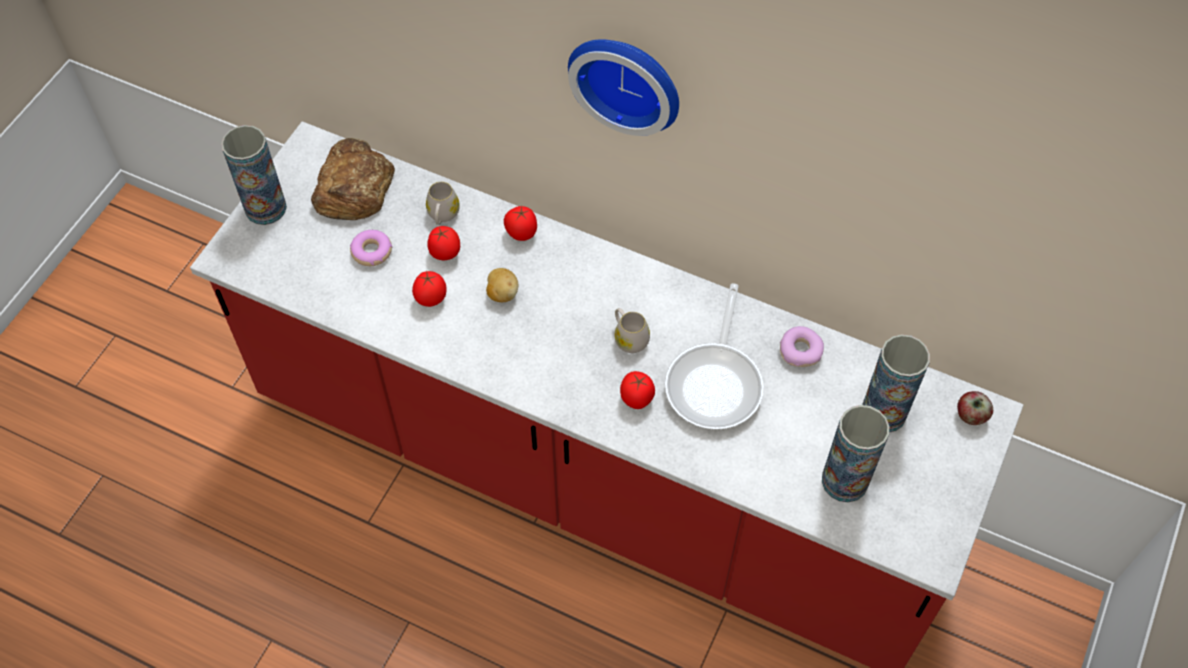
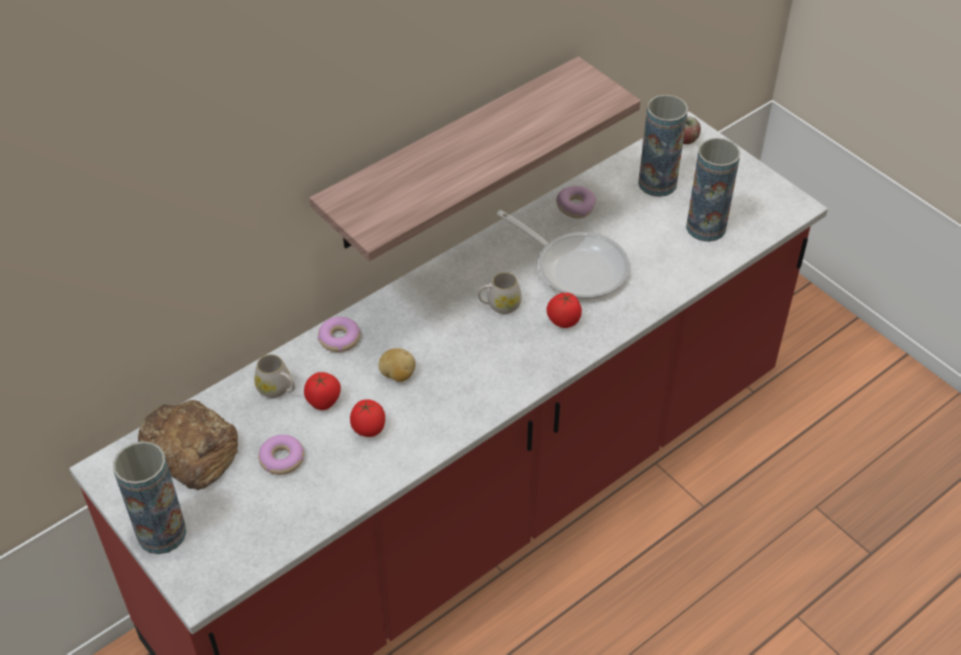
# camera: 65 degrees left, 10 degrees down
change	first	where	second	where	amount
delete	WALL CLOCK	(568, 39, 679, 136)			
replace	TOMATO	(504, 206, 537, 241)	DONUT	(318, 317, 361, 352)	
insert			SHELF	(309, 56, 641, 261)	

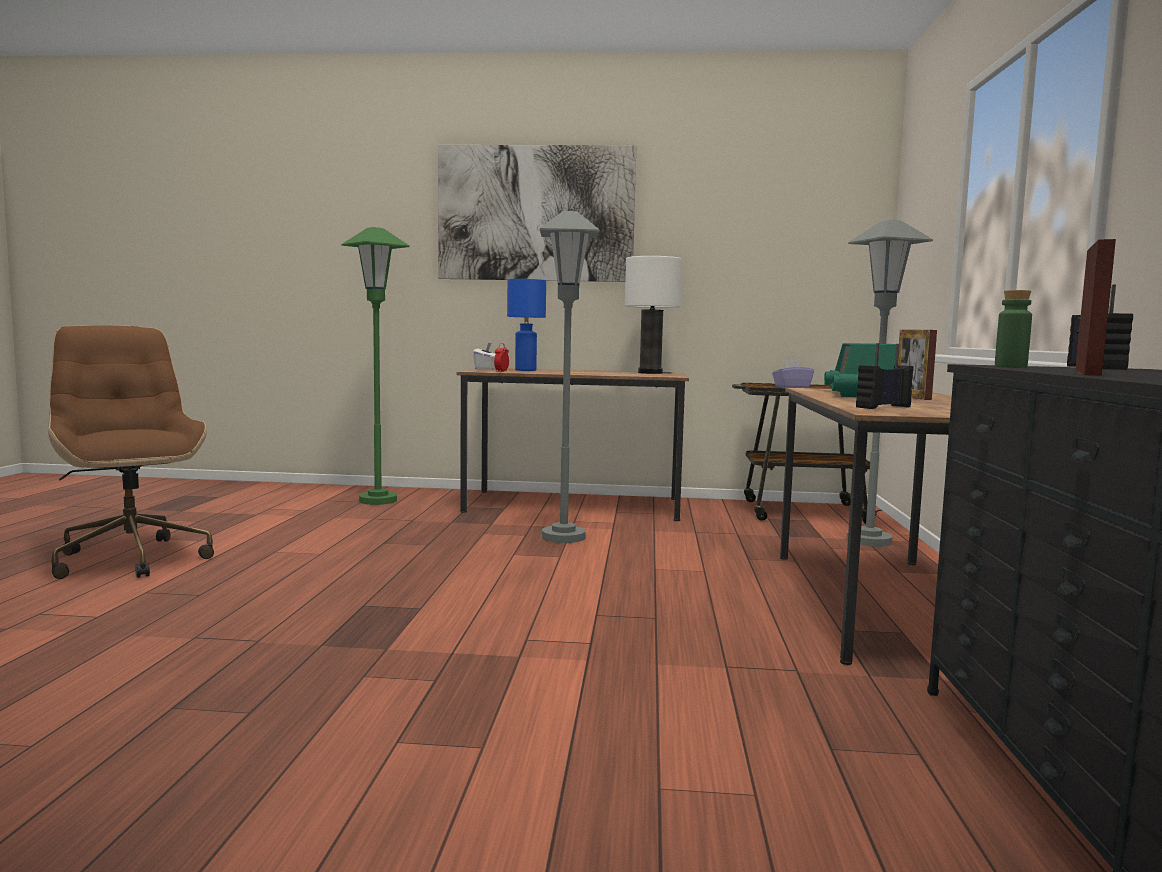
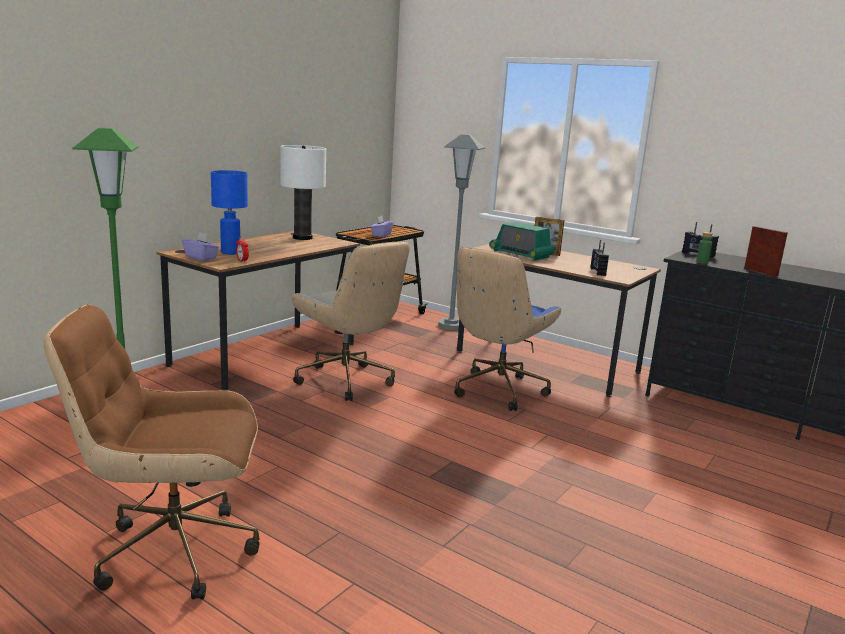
# camera: 60 degrees left, 10 degrees up
change	first	where	second	where	amount
delete	PICTURE	(438, 145, 636, 282)			
replace	GREY FLOOR LAMP	(540, 211, 599, 543)	GREY OFFICE CHAIR	(291, 241, 409, 401)	
recolor	WHITE TISSUE BOX	(473, 343, 495, 370)	PURPLE TISSUE BOX	(182, 232, 219, 261)	
insert			BLUE OFFICE CHAIR	(454, 247, 561, 411)	

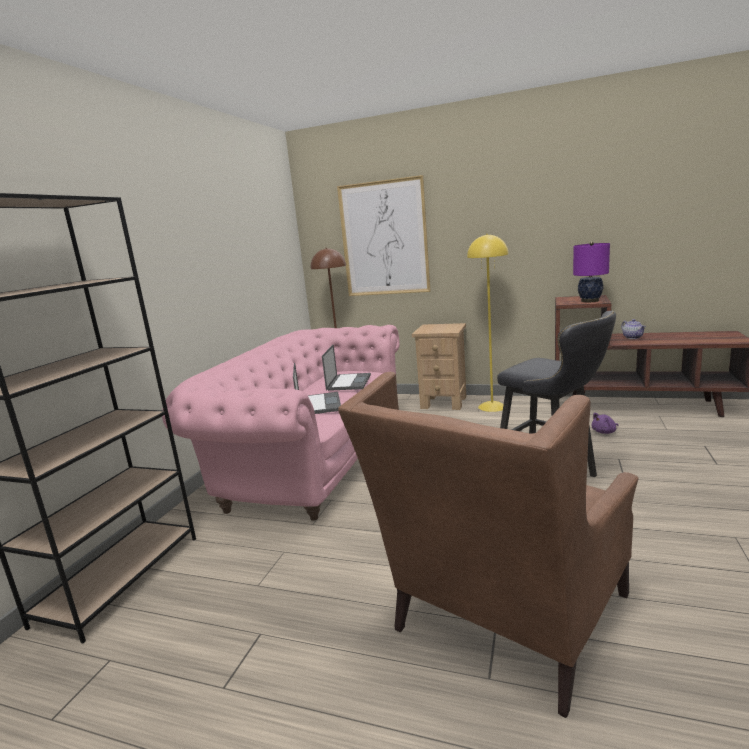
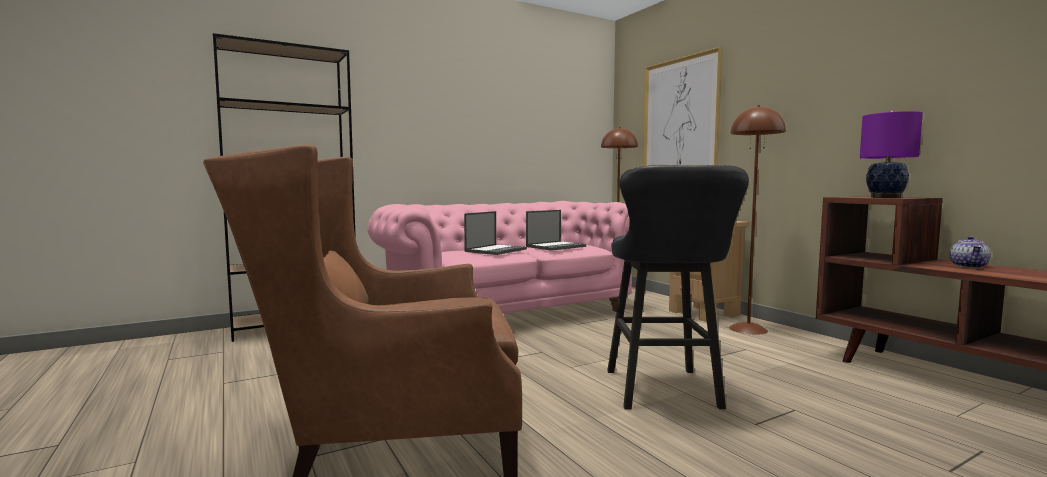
# camera: 40 degrees right, 10 degrees down
change	first	where	second	where	amount
recolor	YELLOW FLOOR LAMP	(467, 234, 509, 412)	BROWN FLOOR LAMP	(729, 105, 786, 335)	
delete	PURPLE PLUSH TOY	(592, 413, 618, 434)			

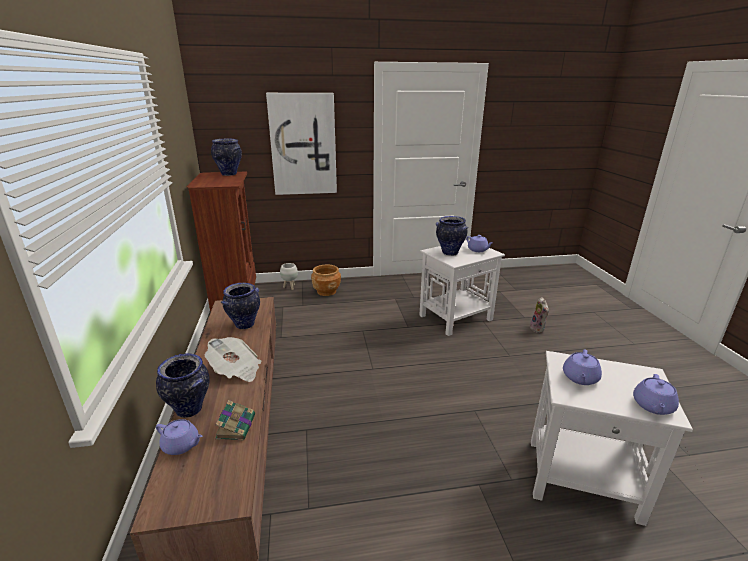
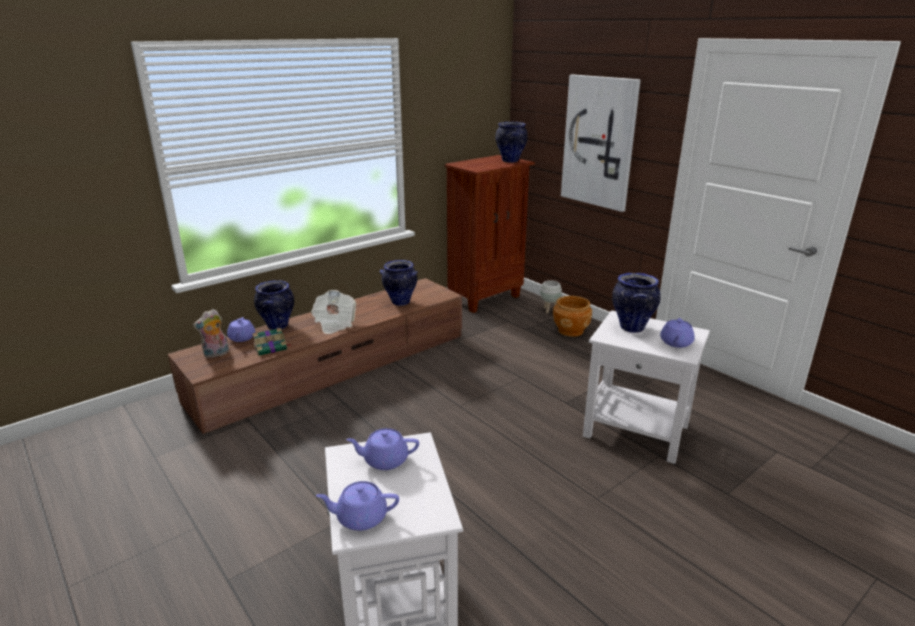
# camera: 60 degrees right, 0 degrees up
change	first	where	second	where	amount
move	PLUSH TOY	(530, 297, 549, 333)		(193, 309, 229, 358)	

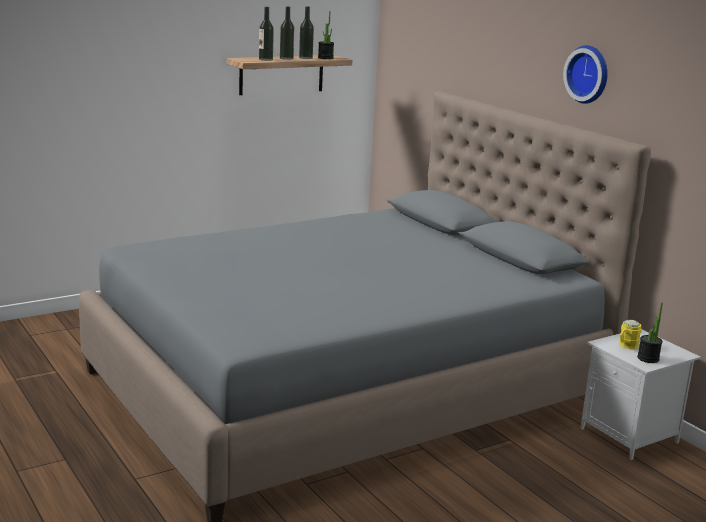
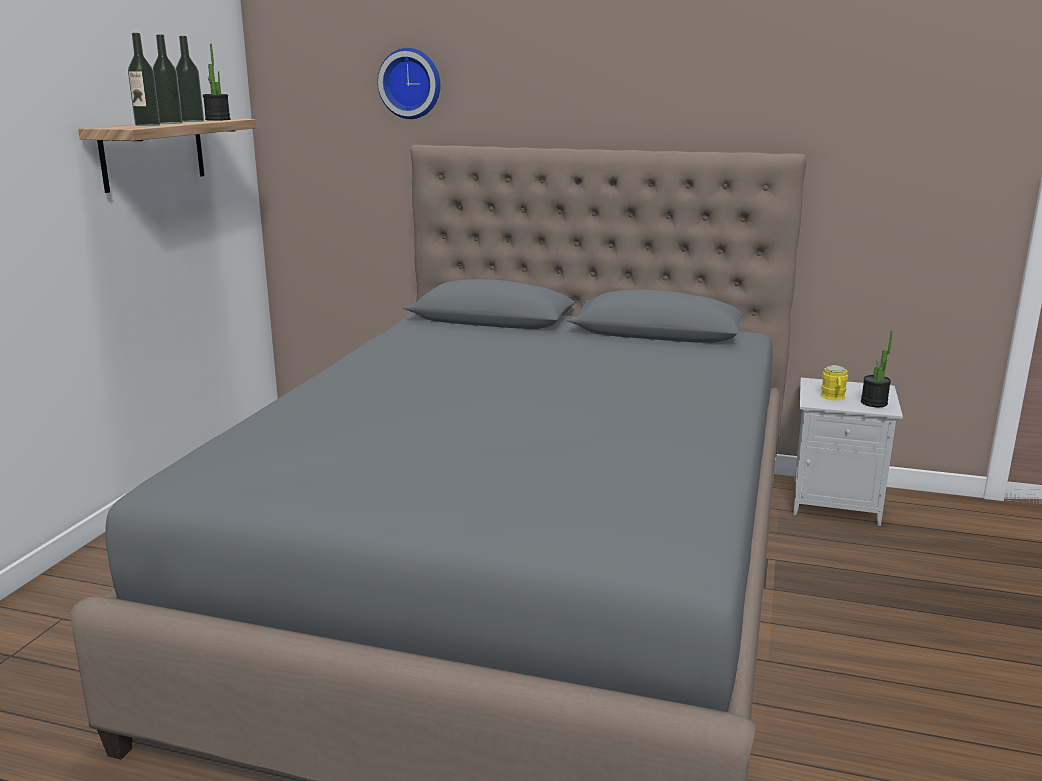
# camera: 40 degrees left, 0 degrees up
change	first	where	second	where	amount
move	WALL CLOCK	(563, 45, 608, 104)		(378, 48, 441, 119)	

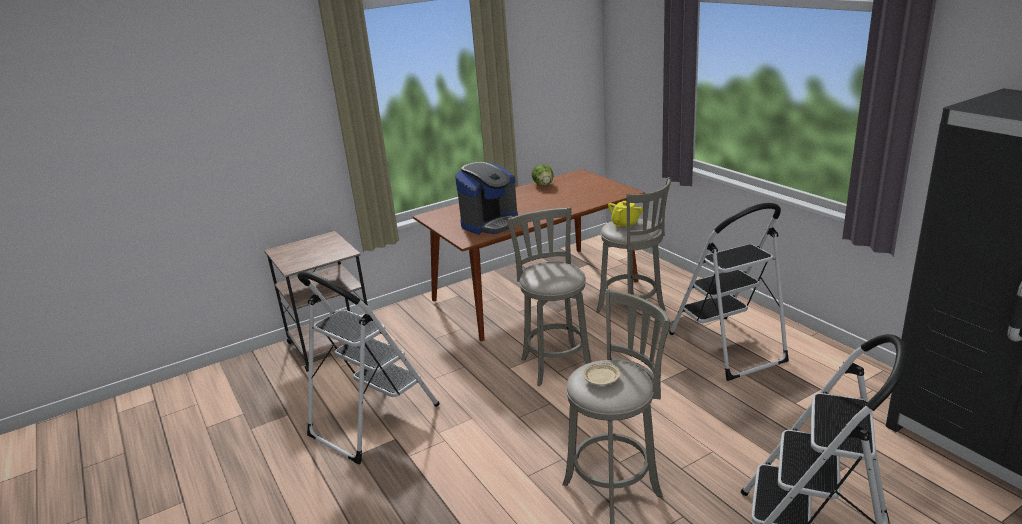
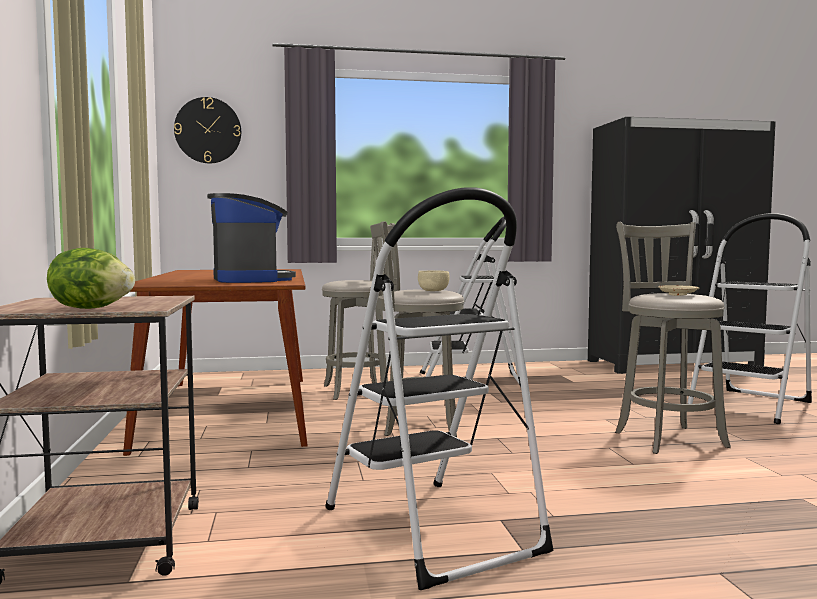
# camera: 70 degrees left, 20 degrees down
change	first	where	second	where	amount
move	LETTUCE	(532, 164, 554, 186)		(47, 248, 135, 309)	
delete	YELLOW TEAPOT	(608, 201, 643, 228)			
insert			WALL CLOCK	(174, 97, 241, 163)	
insert			BEIGE BOWL	(418, 270, 449, 291)	

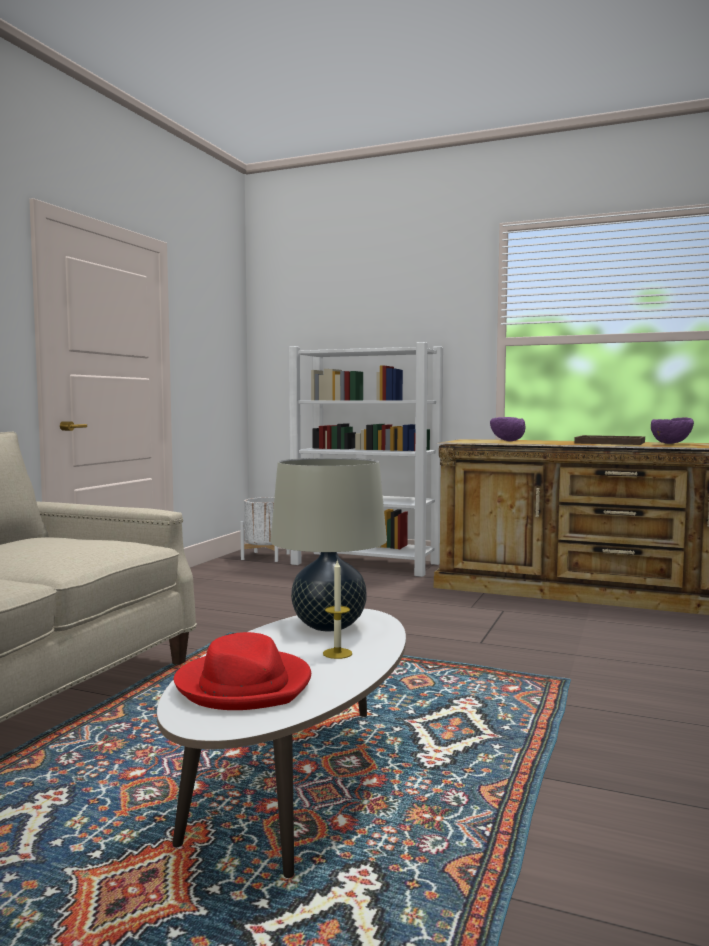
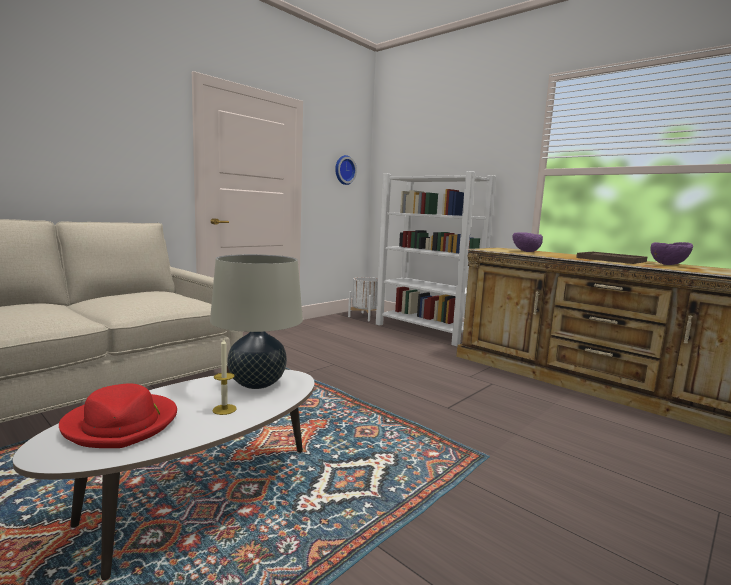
# camera: 20 degrees right, 5 degrees up
change	first	where	second	where	amount
insert			WALL CLOCK	(335, 155, 357, 185)	

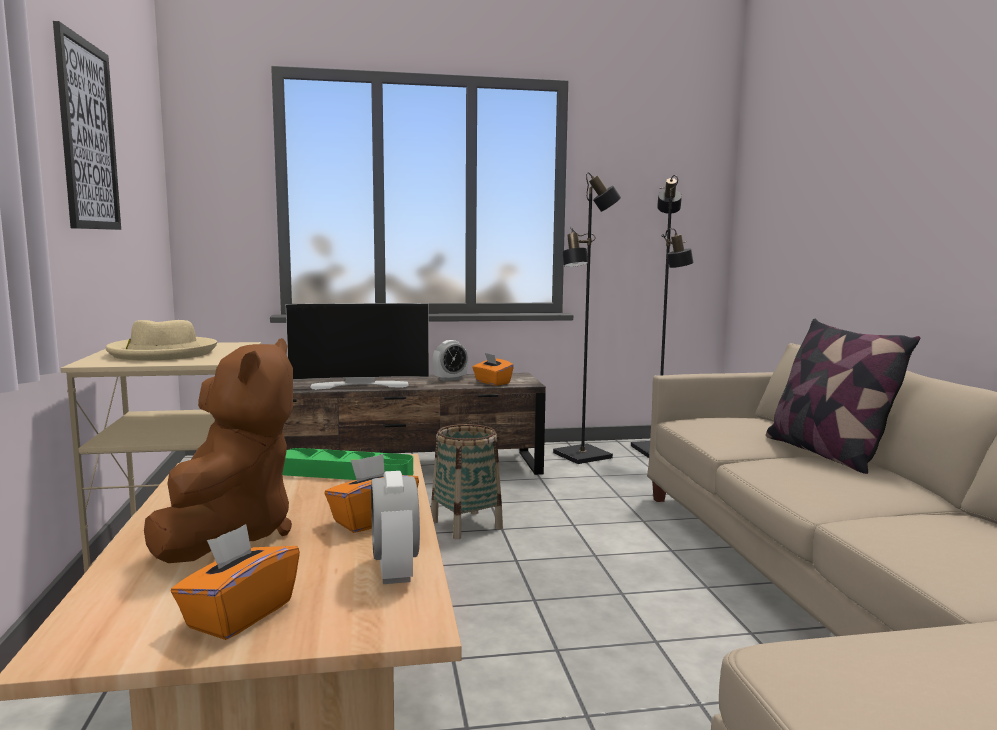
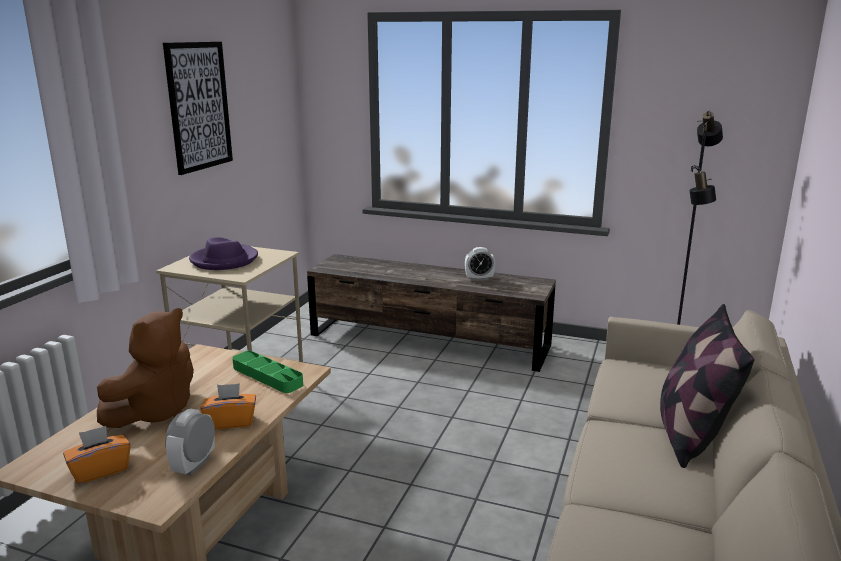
# camera: 30 degrees right, 10 degrees up
change	first	where	second	where	amount
delete	BLACK FLOOR LAMP	(553, 172, 621, 464)			
delete	TELEVISION	(286, 303, 429, 390)			
recolor	BEIGE HAT	(106, 320, 217, 361)	PURPLE HAT	(189, 237, 258, 270)	
delete	ORANGE TISSUE BOX	(472, 353, 514, 386)			
delete	BASKET	(431, 424, 503, 539)			

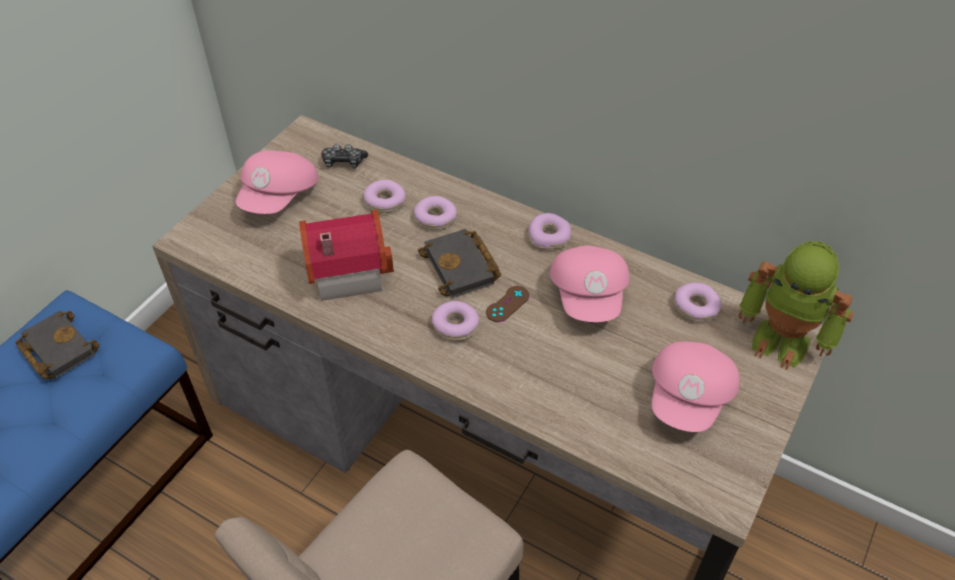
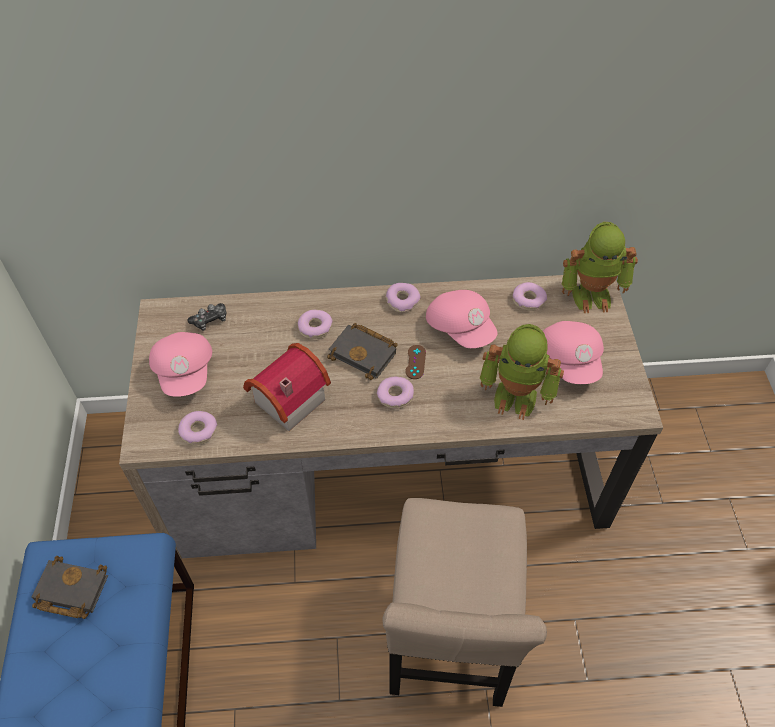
# camera: 35 degrees left, 5 degrees up
change	first	where	second	where	amount
move	DONUT	(363, 180, 406, 213)		(178, 411, 217, 445)	
insert			TOY ROBOT	(480, 324, 564, 420)	

